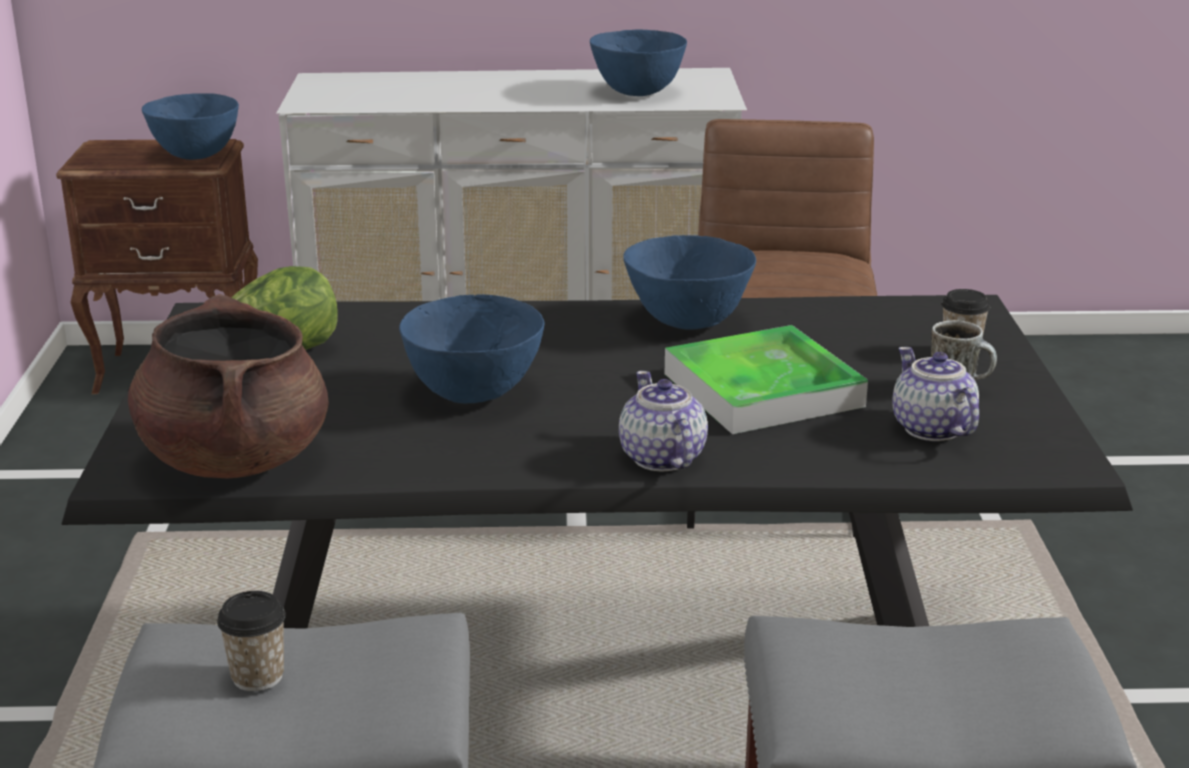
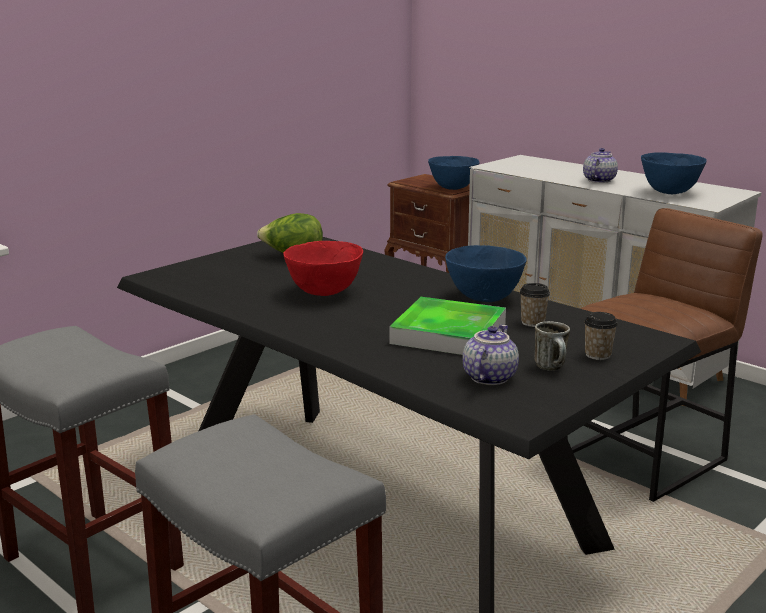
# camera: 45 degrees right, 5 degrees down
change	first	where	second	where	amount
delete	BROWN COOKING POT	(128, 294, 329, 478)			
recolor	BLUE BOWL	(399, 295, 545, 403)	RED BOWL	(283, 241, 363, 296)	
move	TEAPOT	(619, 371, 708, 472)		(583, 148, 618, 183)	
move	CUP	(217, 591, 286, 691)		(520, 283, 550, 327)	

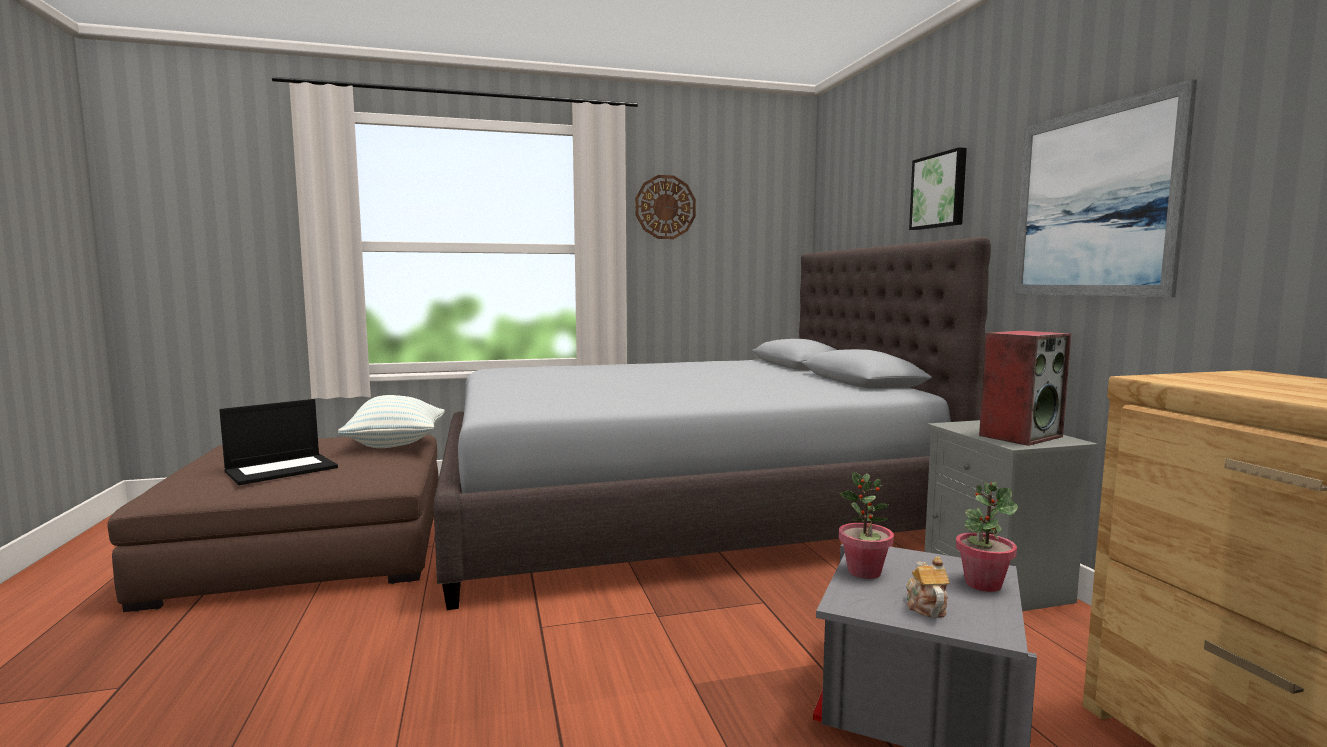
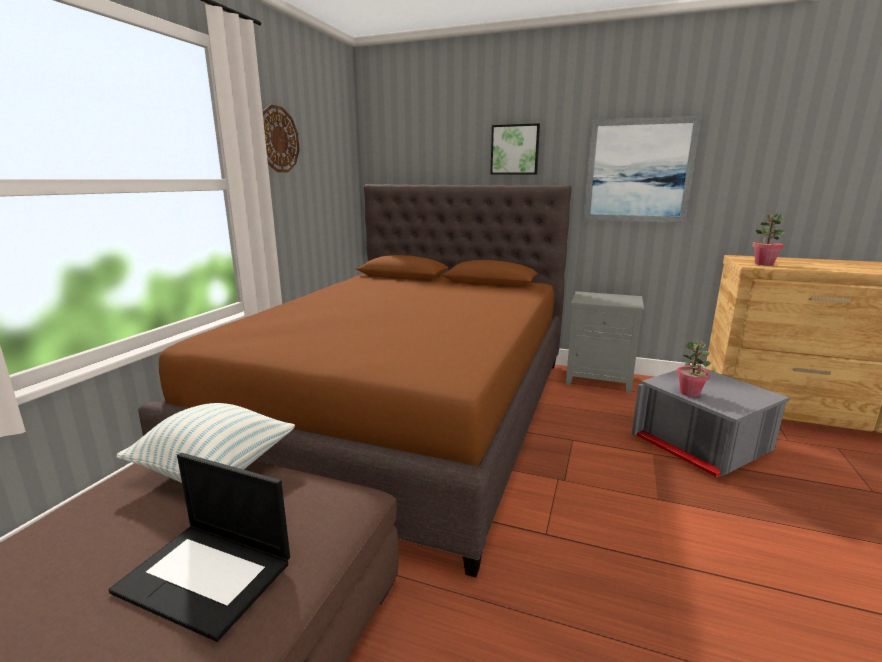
# camera: 55 degrees left, 10 degrees up
change	first	where	second	where	amount
recolor	GREY BED	(433, 237, 991, 610)	BROWN BED	(138, 184, 572, 577)	
delete	SPEAKER	(979, 330, 1071, 446)			
rotate	LAPTOP	(219, 399, 338, 485)		(108, 453, 290, 642)	120 degrees clockwise
move	POTTED PLANT	(956, 482, 1018, 592)		(752, 214, 785, 266)	
delete	TEAPOT	(906, 557, 950, 618)			

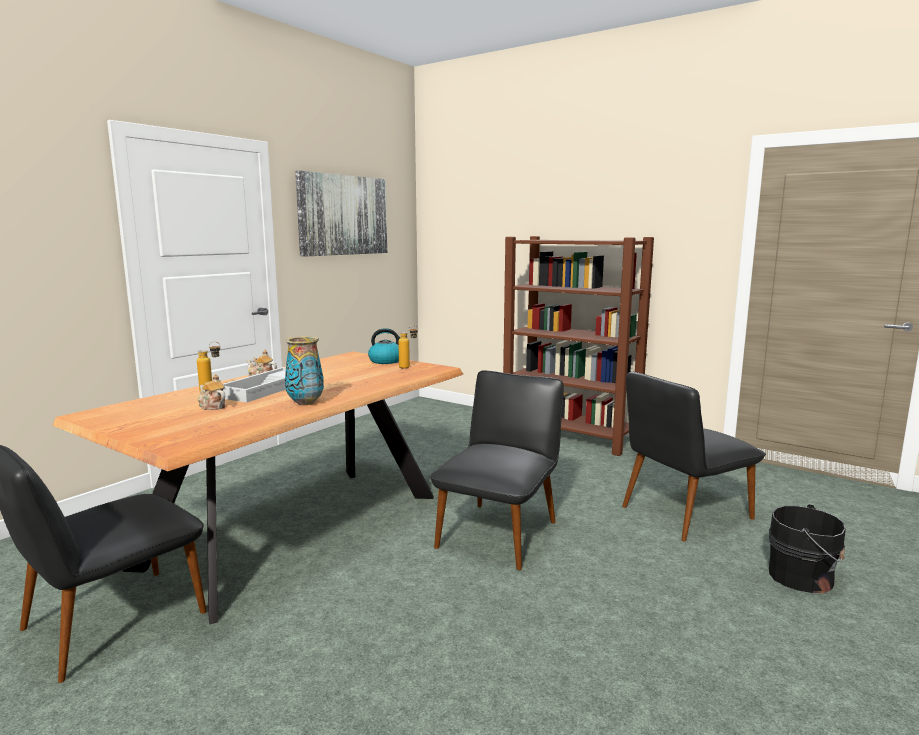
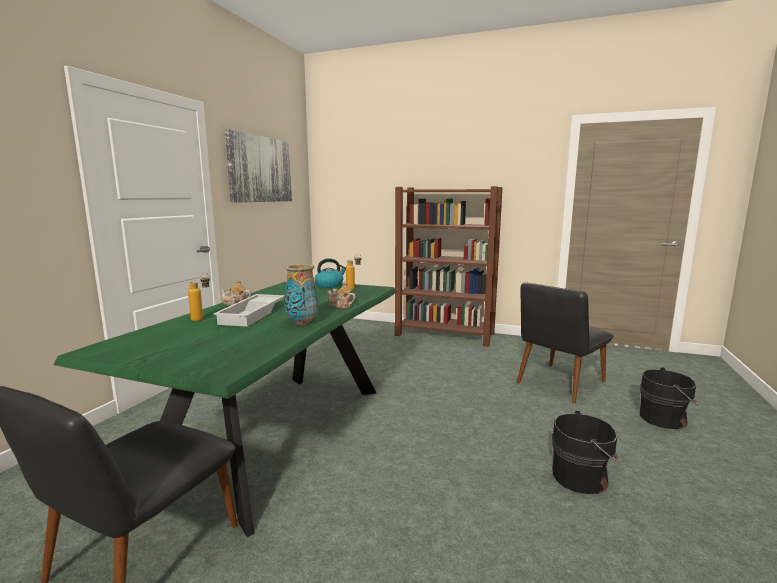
# camera: 15 degrees left, 0 degrees up
change	first	where	second	where	amount
recolor	BROWN DINING TABLE	(52, 352, 463, 624)	GREEN DINING TABLE	(53, 281, 396, 537)	
delete	BLACK CHAIR	(429, 371, 563, 570)			
move	TEAPOT	(198, 374, 225, 410)		(327, 282, 356, 308)	
insert			BLACK BUCKET	(552, 411, 621, 494)	

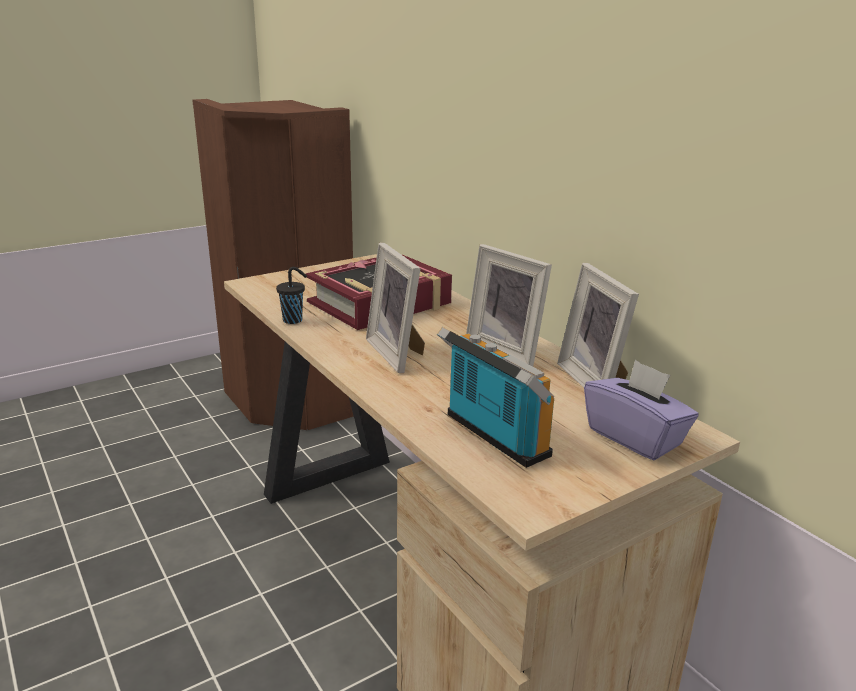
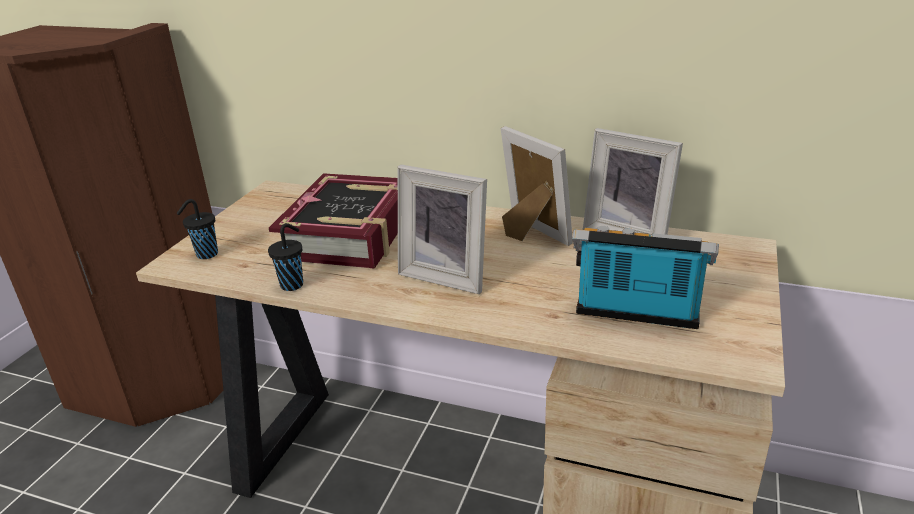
# camera: 35 degrees left, 5 degrees up
change	first	where	second	where	amount
rotate	PICTURE FRAME	(466, 244, 552, 367)		(501, 126, 573, 246)	135 degrees counterclockwise
delete	PURPLE TISSUE BOX	(584, 360, 699, 461)			
insert			BLACK CUP	(177, 199, 218, 259)	

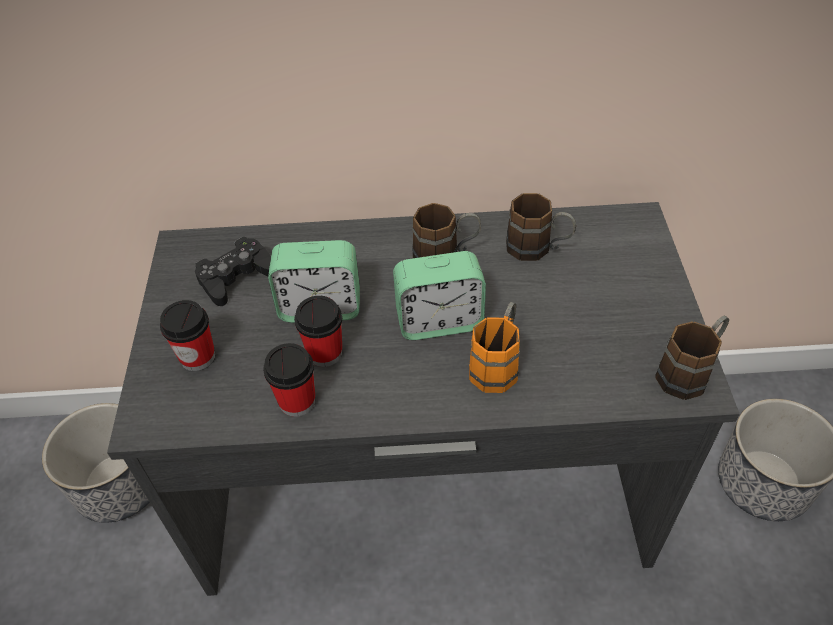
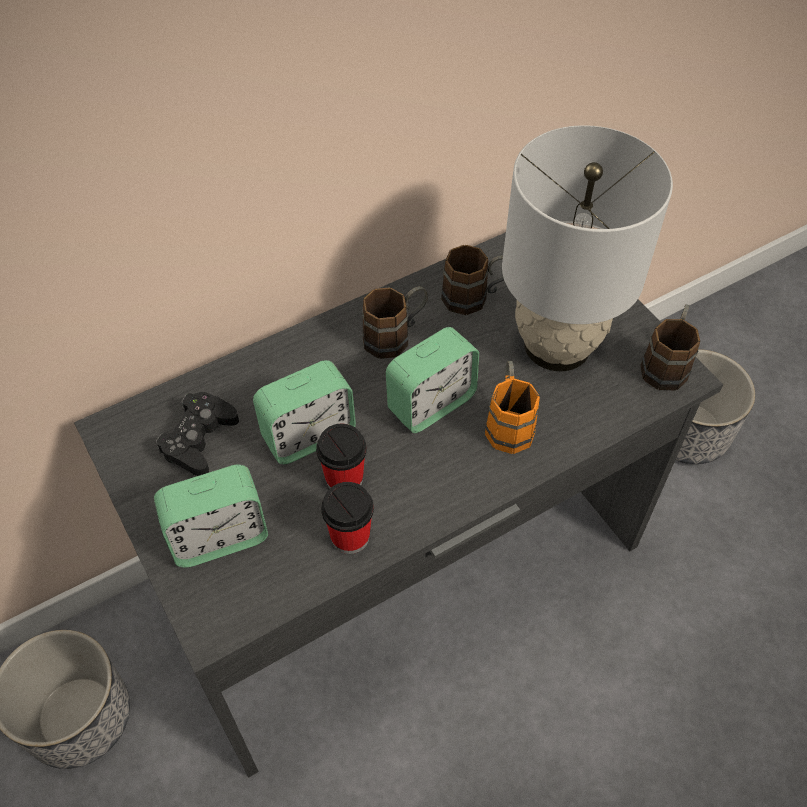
# camera: 30 degrees left, 5 degrees up
change	first	where	second	where	amount
replace	CUP	(160, 300, 215, 371)	ALARM CLOCK	(154, 465, 268, 568)	
insert			WHITE TABLE LAMP	(502, 125, 673, 371)	

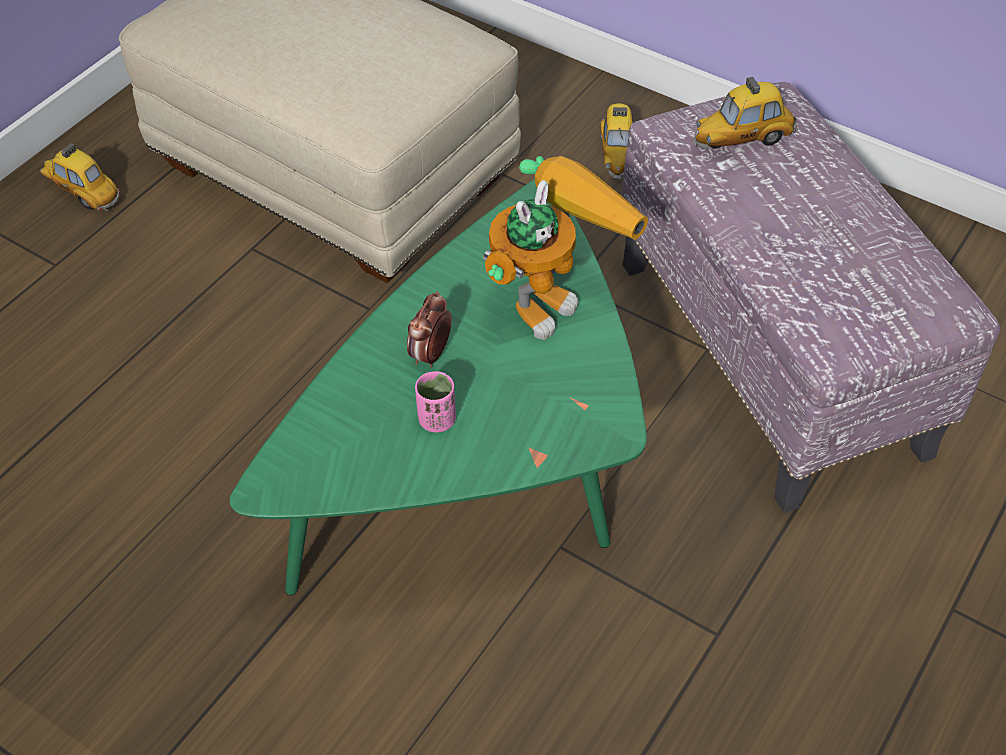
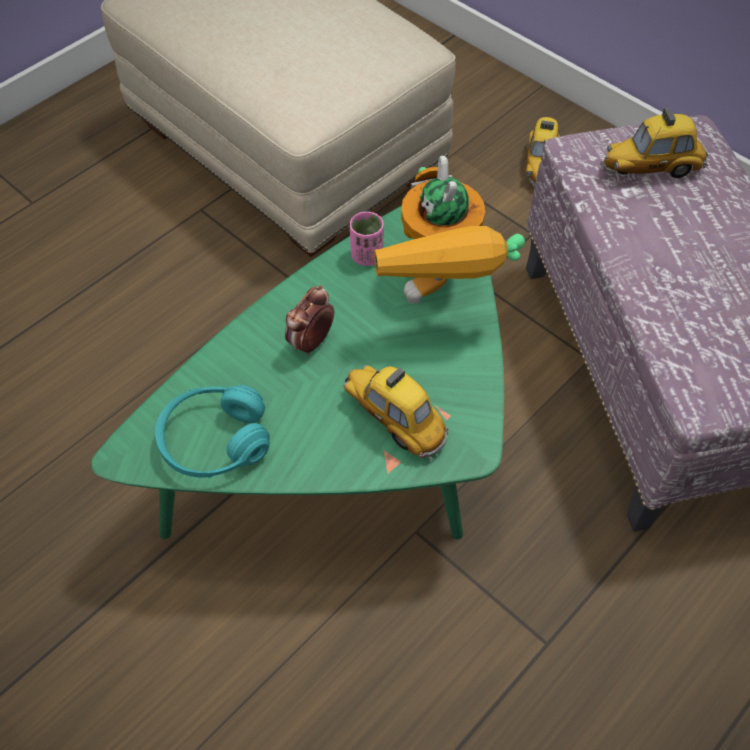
# camera: 10 degrees right, 5 degrees up
change	first	where	second	where	amount
move	TOY CAR	(40, 143, 120, 212)		(343, 365, 449, 460)	
rotate	TOY ROBOT	(483, 156, 648, 340)		(374, 156, 525, 303)	120 degrees clockwise
move	PINK CUP	(415, 371, 456, 432)		(350, 212, 384, 266)	
insert			TURQUOISE HEADPHONES	(155, 385, 270, 478)	

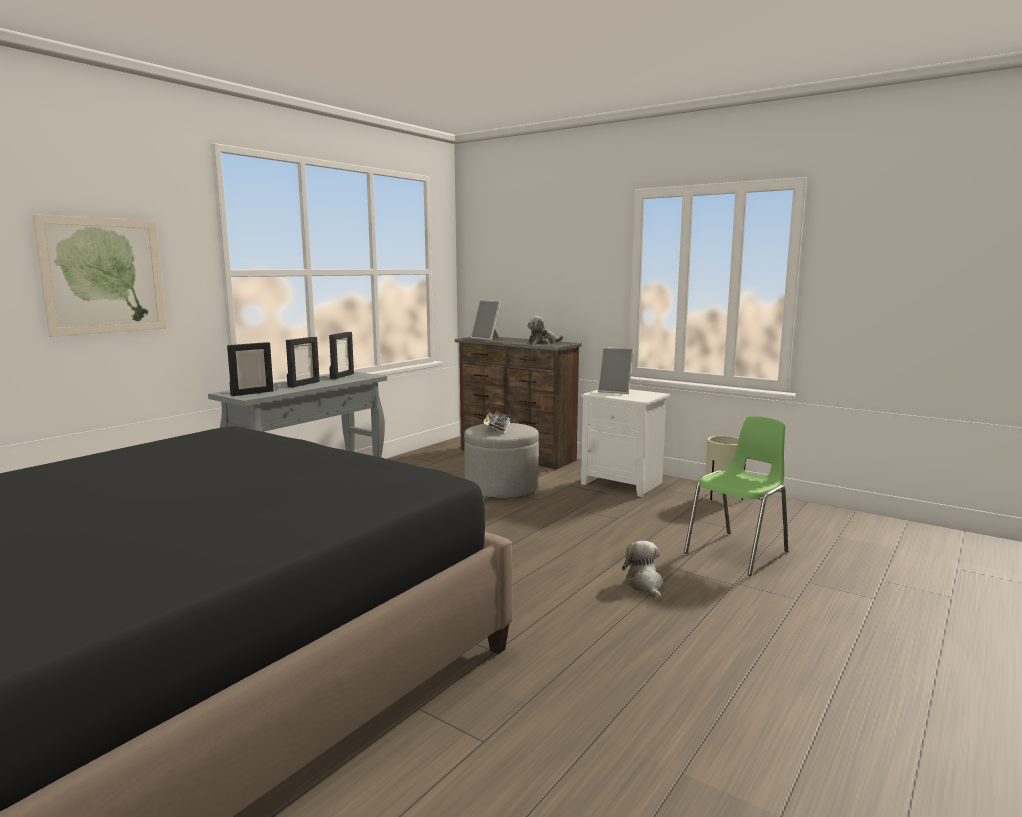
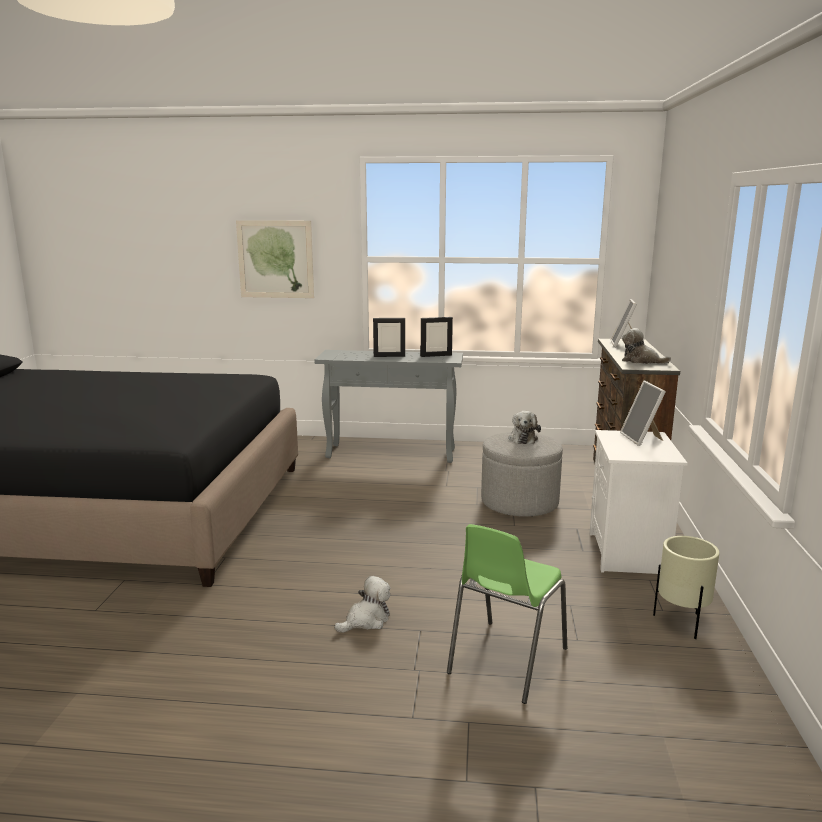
# camera: 60 degrees right, 5 degrees up
change	first	where	second	where	amount
delete	PICTURE FRAME	(227, 342, 274, 396)			
replace	KEYBOARD	(483, 411, 510, 433)	PLUSH TOY	(508, 411, 541, 444)	
rotate	GREEN CHAIR	(684, 416, 788, 576)		(447, 524, 567, 704)	105 degrees clockwise

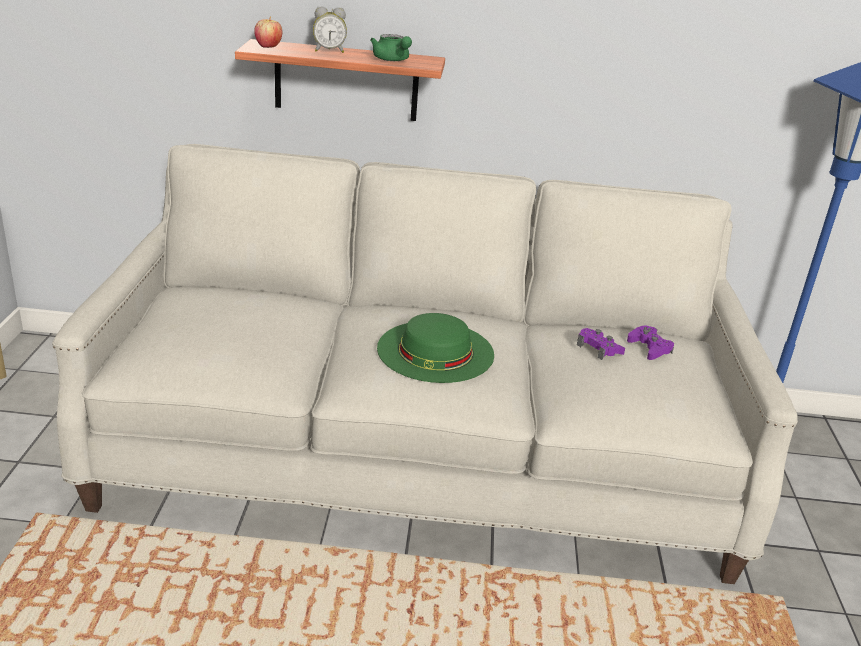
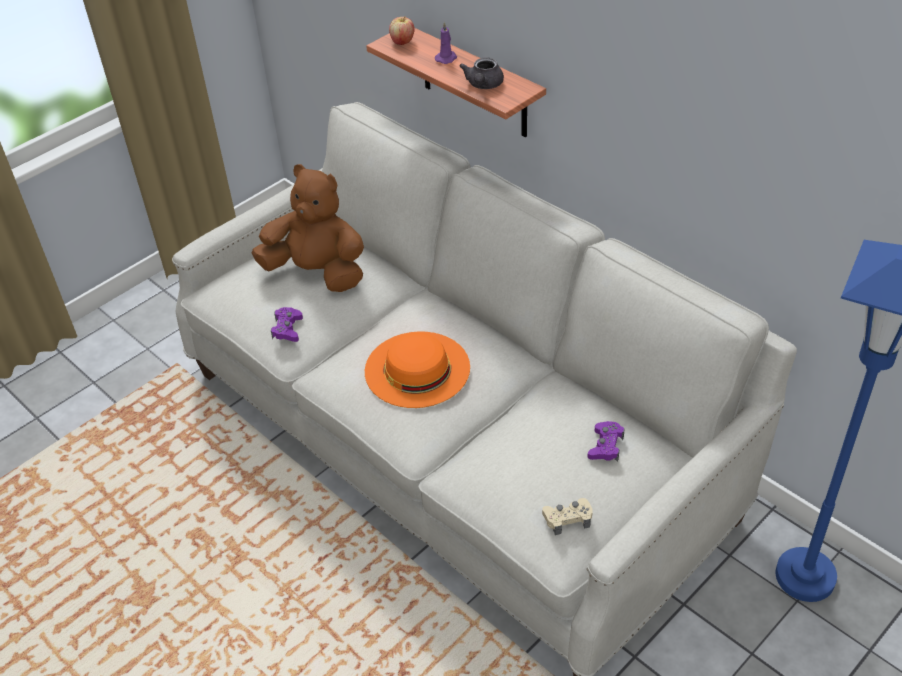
# camera: 45 degrees right, 15 degrees up
change	first	where	second	where	amount
replace	ALARM CLOCK	(313, 6, 347, 53)	PURPLE CANDLE	(435, 22, 457, 64)	
recolor	GREEN TEAPOT	(370, 34, 412, 61)	GREY TEAPOT	(459, 58, 504, 89)	
recolor	GREEN HAT	(377, 313, 494, 383)	ORANGE HAT	(365, 332, 470, 408)	
move	PURPLE GAME CONTROLLER	(577, 328, 625, 360)		(271, 307, 303, 342)	
insert			BROWN PLUSH TOY	(251, 164, 364, 292)	
insert			BEIGE GAME CONTROLLER	(542, 498, 593, 535)	

